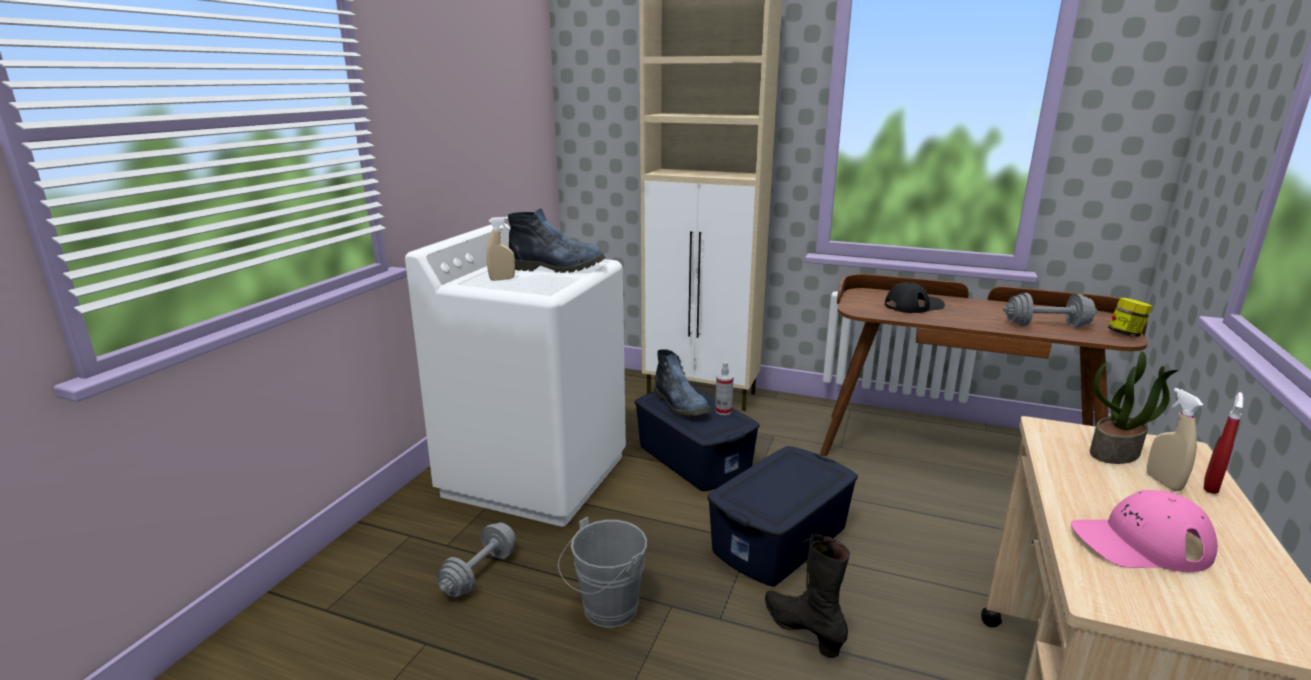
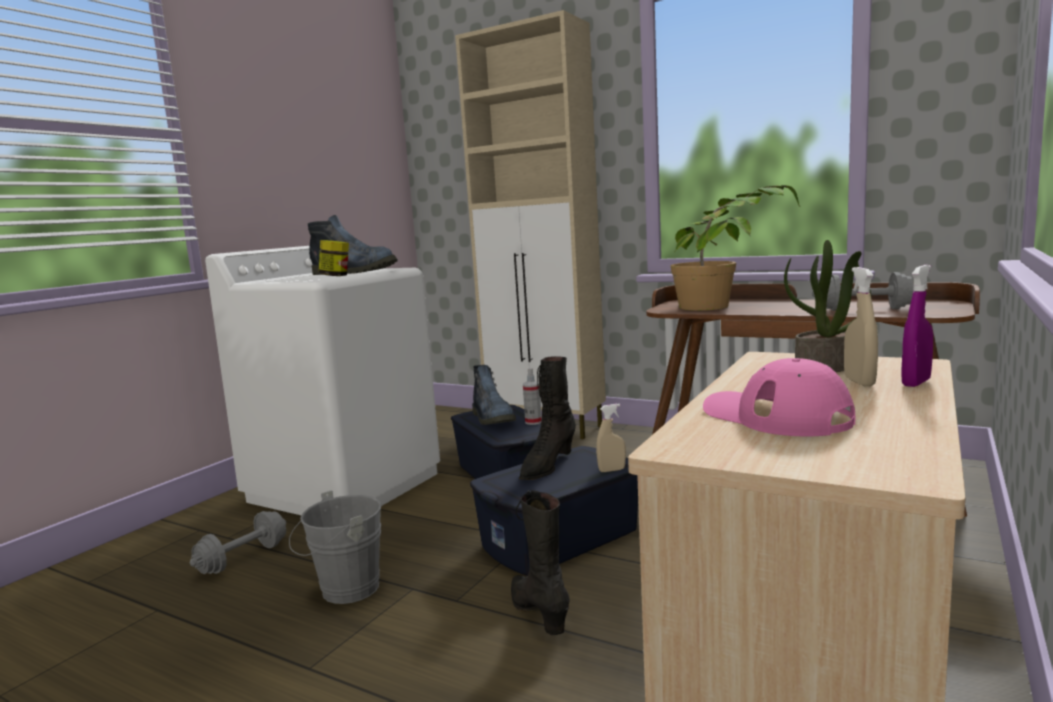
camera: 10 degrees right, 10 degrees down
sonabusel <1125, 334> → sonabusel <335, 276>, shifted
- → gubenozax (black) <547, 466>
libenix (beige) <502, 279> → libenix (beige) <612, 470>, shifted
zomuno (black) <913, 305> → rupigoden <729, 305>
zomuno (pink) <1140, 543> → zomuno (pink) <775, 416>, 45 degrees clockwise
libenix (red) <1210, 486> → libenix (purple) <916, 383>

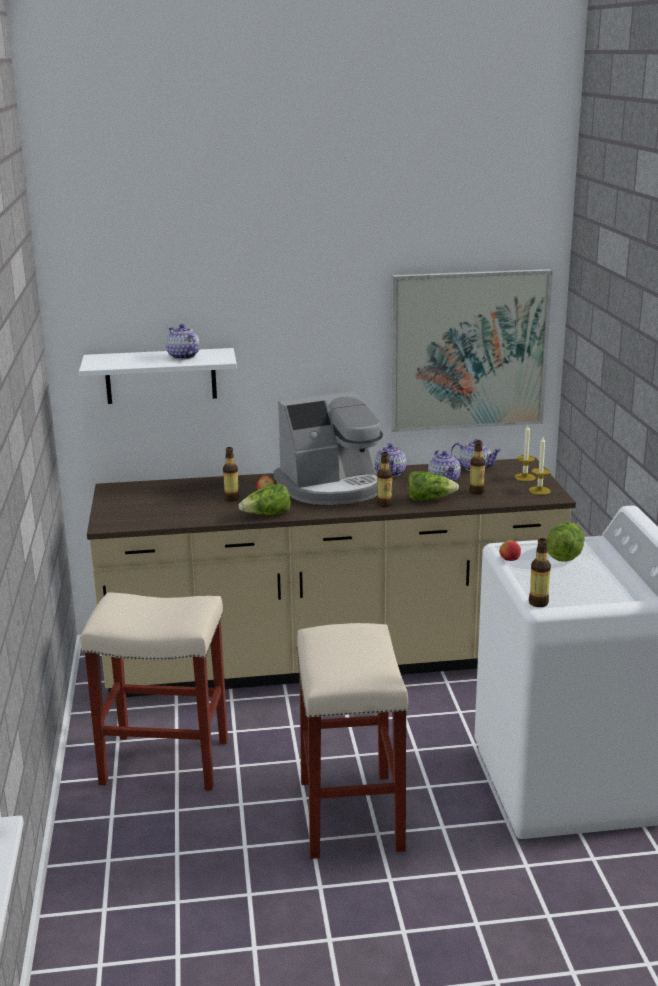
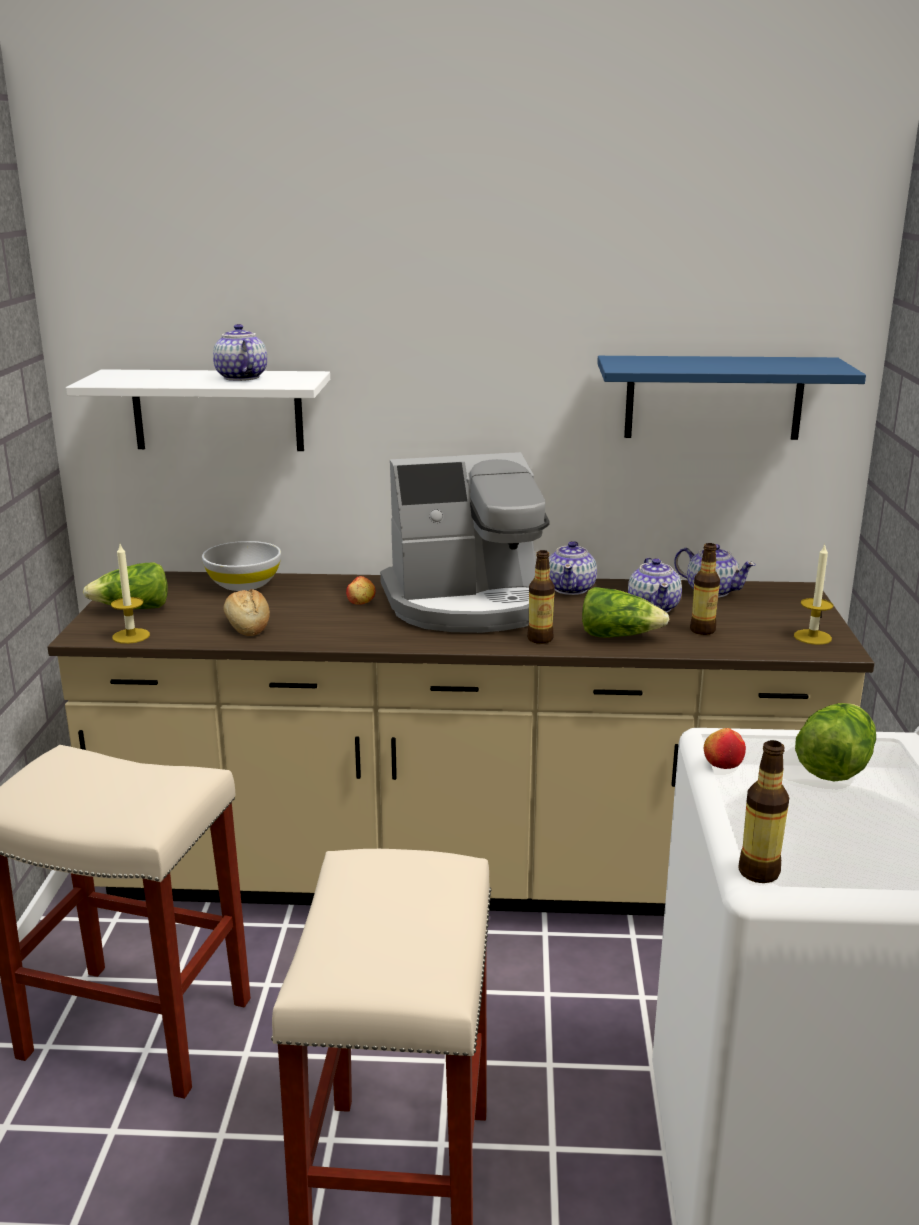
camera: 10 degrees right, 0 degrees up
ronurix <267, 515> → ronurix <133, 609>, shifted
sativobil <524, 477> → sativobil <131, 636>, shifted
- → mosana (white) <244, 584>
- → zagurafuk <247, 626>
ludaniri <468, 350> → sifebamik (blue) <713, 397>
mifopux <231, 499> → -

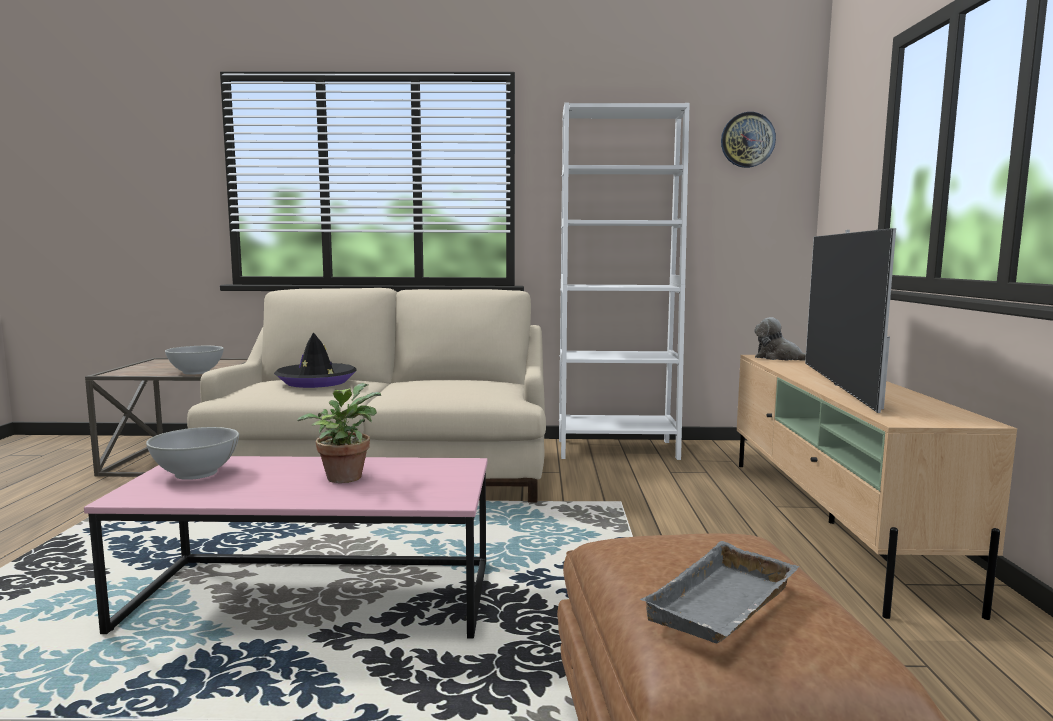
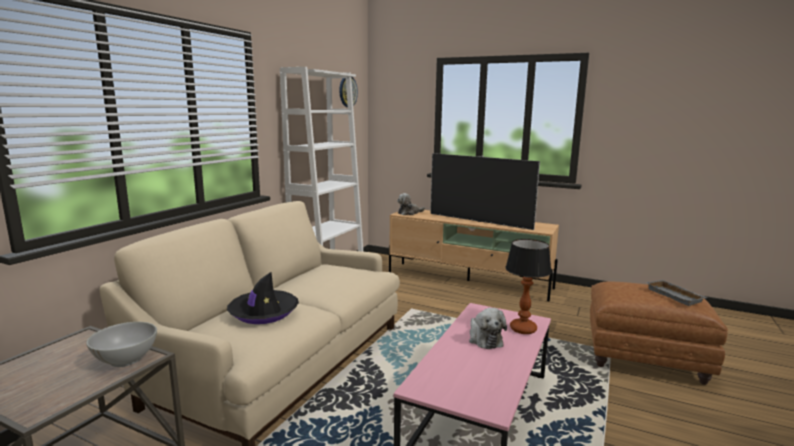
camera: 65 degrees left, 5 degrees up
rupigoden <344, 476> → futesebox <484, 339>
- → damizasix <522, 329>
mosana (white) <195, 473> → -

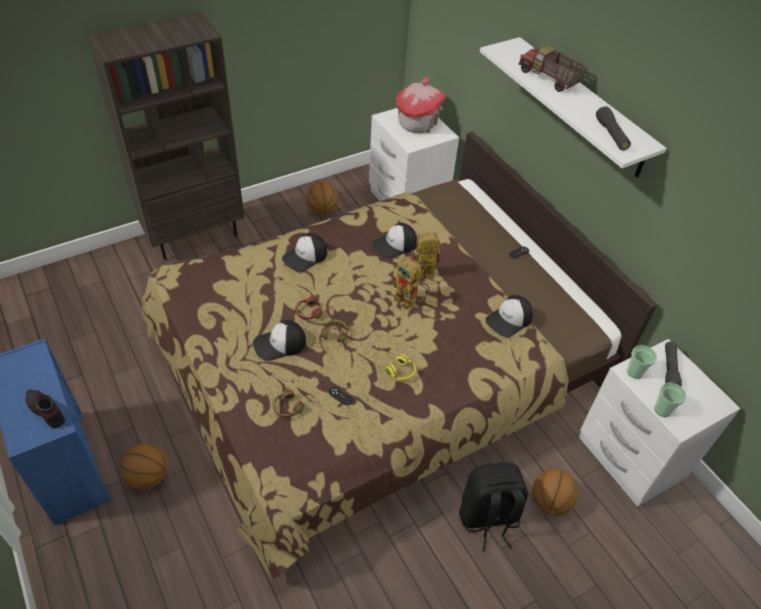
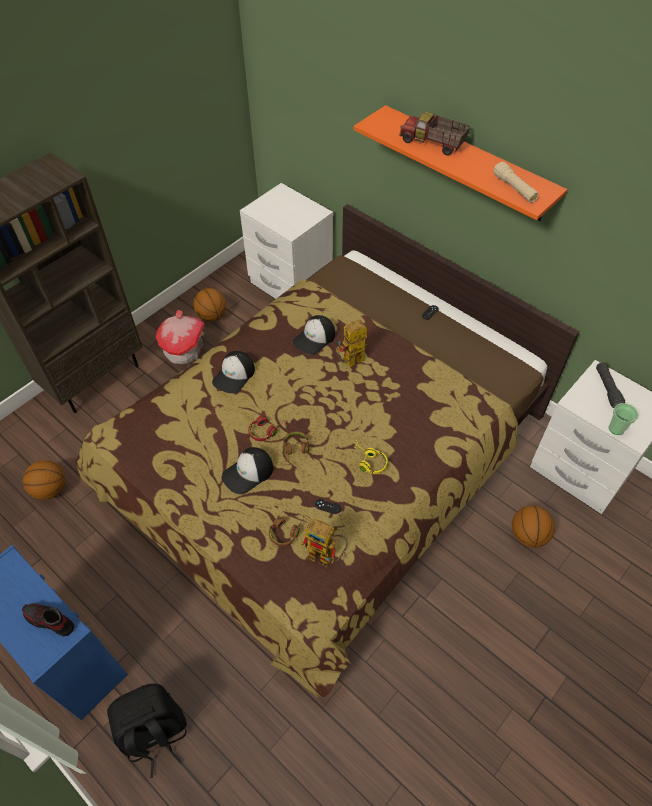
camera: 15 degrees left, 5 degrees up
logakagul <148, 476> → logakagul <50, 489>, shifted
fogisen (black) <488, 518> → fogisen (black) <155, 734>, shifted
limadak <418, 123> → limadak <184, 350>, shifted
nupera <410, 302> → nupera <326, 556>, shifted
sifebamik (white) <581, 107> → sifebamik (orange) <467, 163>
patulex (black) <611, 135> → patulex (beige) <514, 189>
zomuno <509, 320> → -
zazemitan <635, 372> → -

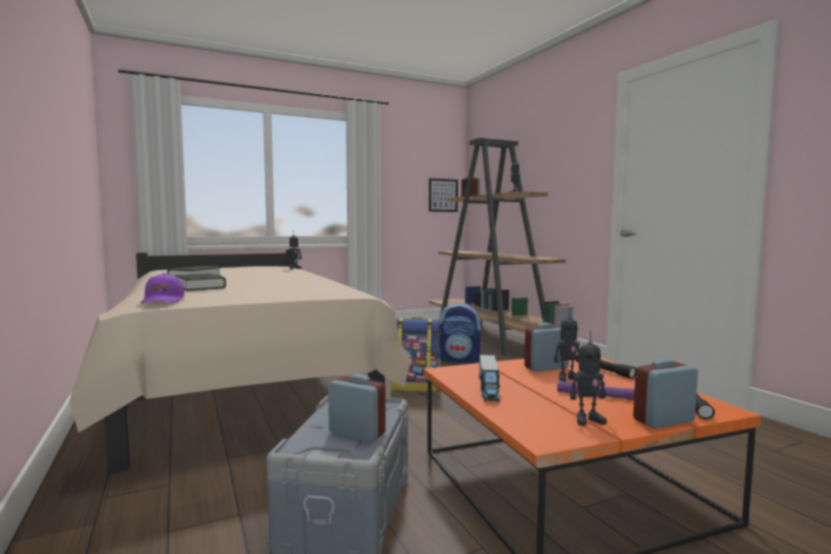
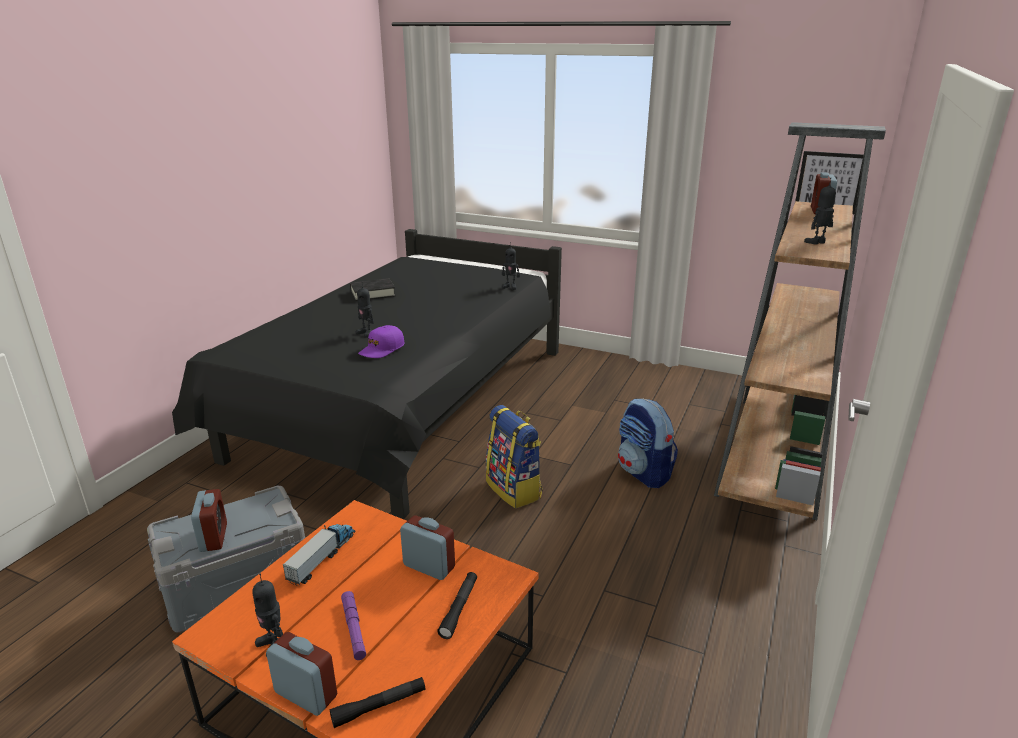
camera: 50 degrees right, 20 degrees up
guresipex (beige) <239, 384> → guresipex (black) <403, 406>
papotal <488, 388> → papotal <322, 558>, 150 degrees clockwise
nupera <567, 379> → nupera <366, 333>, shifted
zomuno (purple) <163, 300> → zomuno (purple) <382, 349>, shifted
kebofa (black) <200, 287> → -

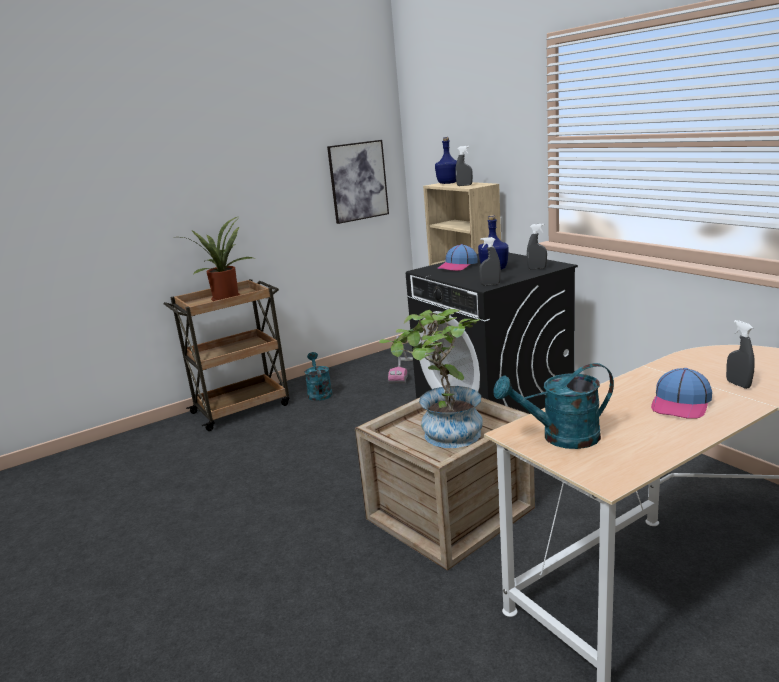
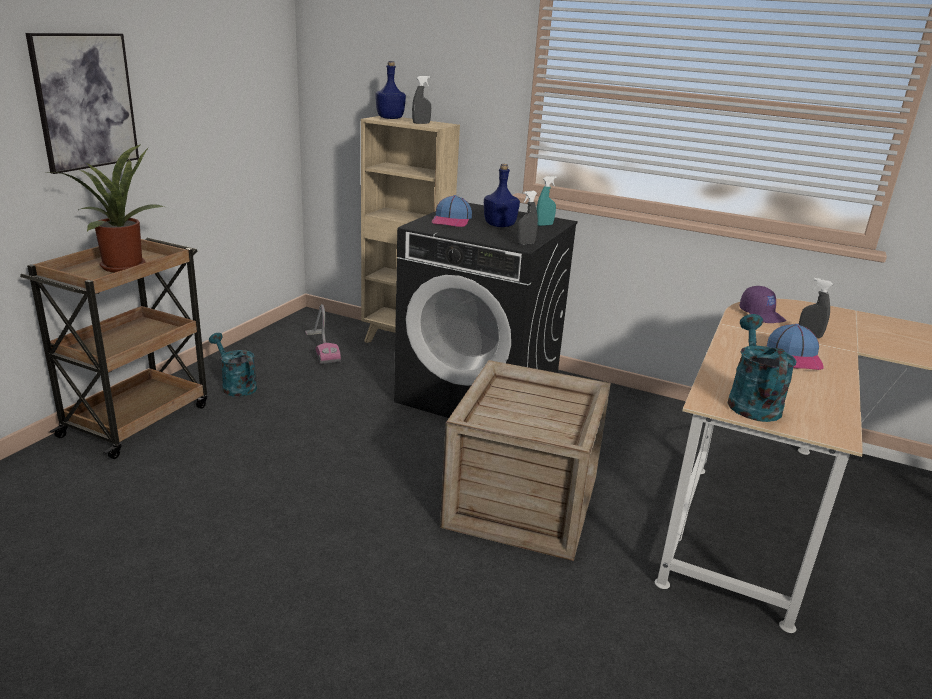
camera: 35 degrees left, 5 degrees up
ludaniri <358, 181> → ludaniri <85, 101>, shifted
libenix (grey) <537, 268> → libenix (turquoise) <544, 225>
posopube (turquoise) <561, 437> → posopube (turquoise) <751, 402>, 135 degrees clockwise
- → zomuno (purple) <762, 315>
rupigoden <443, 435> → -

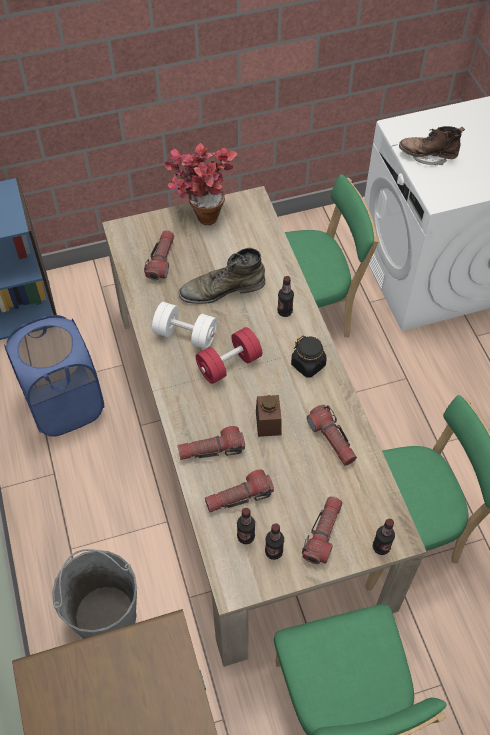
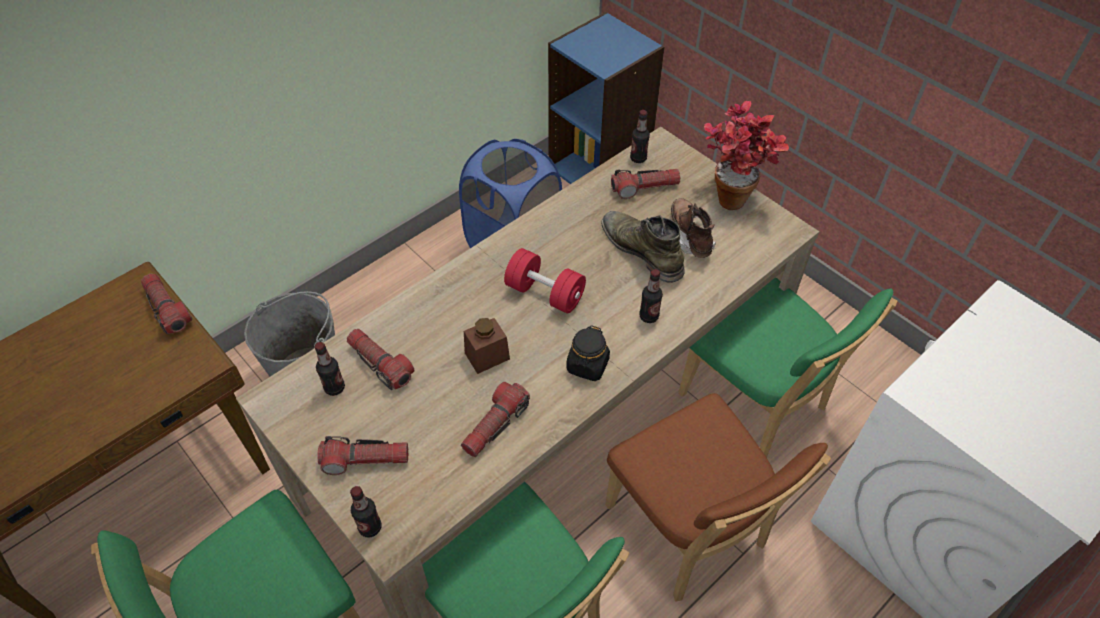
camera: 65 degrees right, 5 degrees down
patulex <211, 450> → patulex <167, 309>, shifted
- → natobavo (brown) <689, 531>
mifopux <273, 552> → mifopux <638, 158>, shifted
gubenozax (brown) <427, 156> → gubenozax (brown) <690, 237>, shifted
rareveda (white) <185, 335> → -

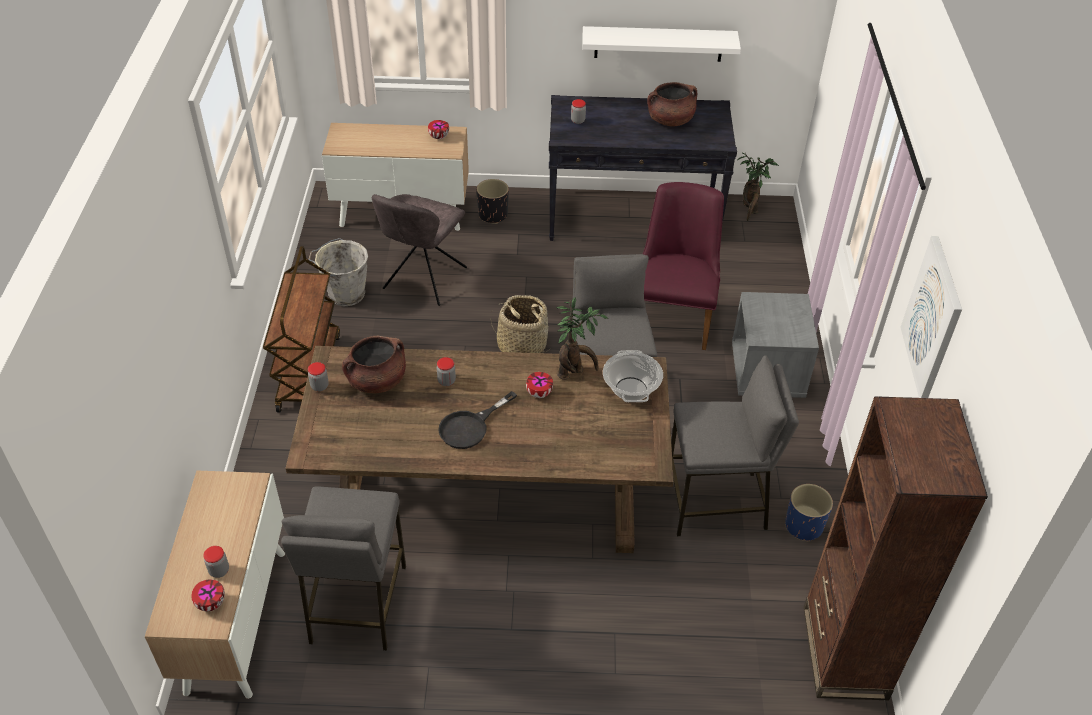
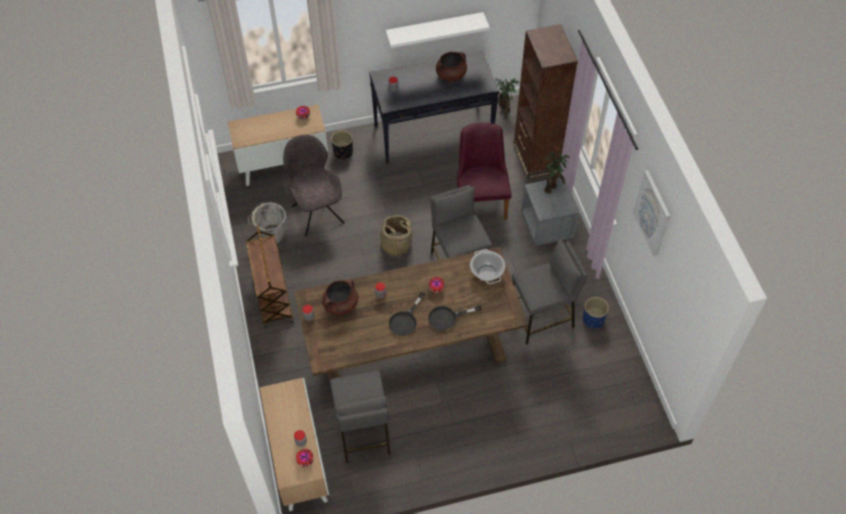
camera: 15 degrees left, 10 degrees up
natobavo (grey) <423, 280> → natobavo (grey) <317, 213>, 150 degrees clockwise
- → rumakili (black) <447, 318>
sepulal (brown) <844, 652> → sepulal (brown) <536, 158>, shifted
rupigoden <574, 372> → rupigoden <552, 187>, shifted

